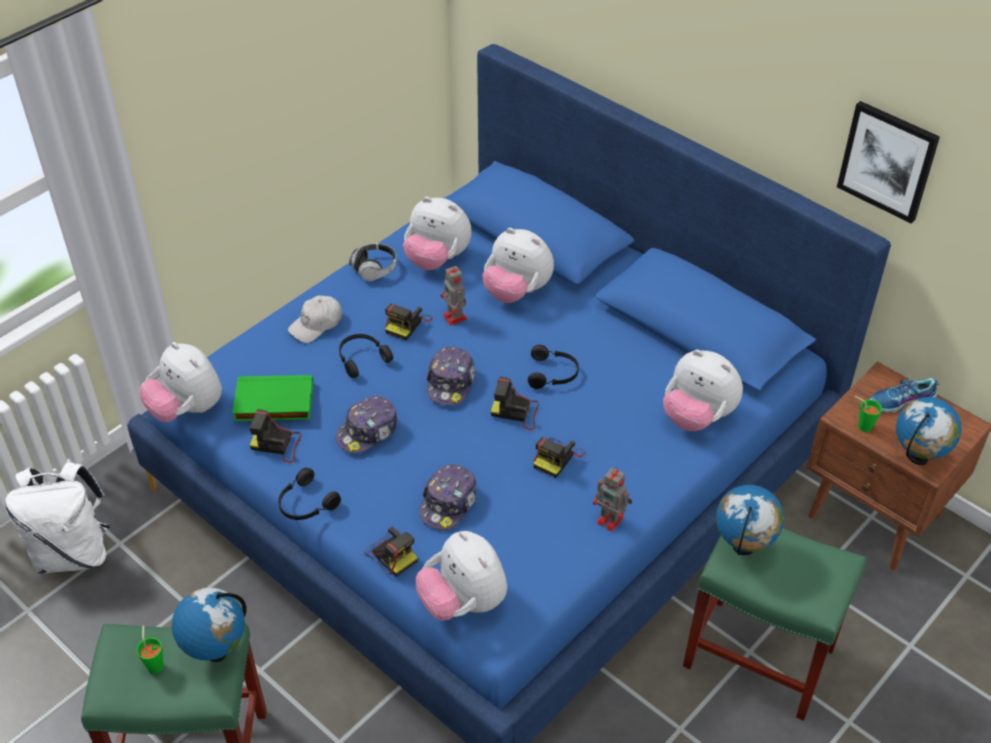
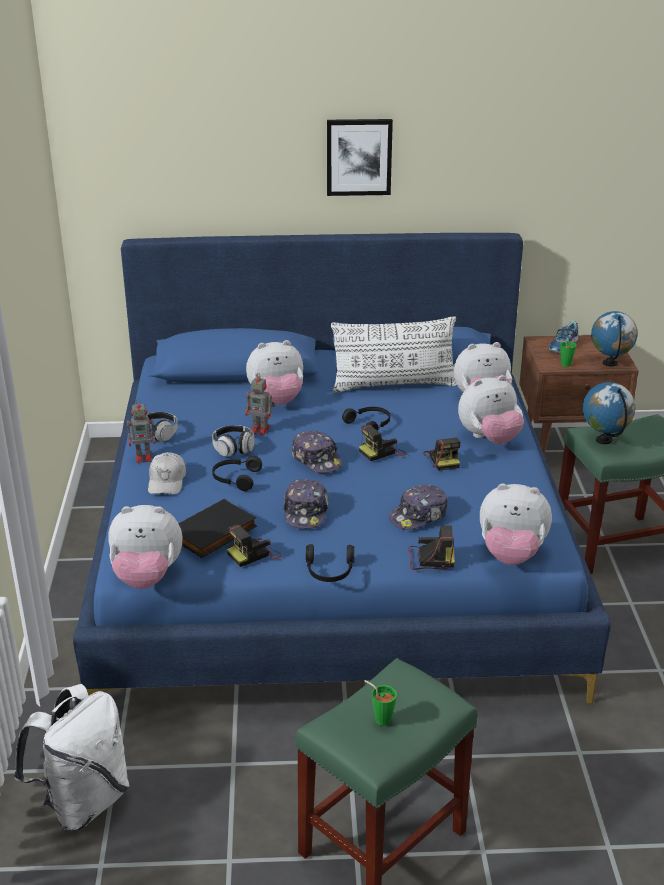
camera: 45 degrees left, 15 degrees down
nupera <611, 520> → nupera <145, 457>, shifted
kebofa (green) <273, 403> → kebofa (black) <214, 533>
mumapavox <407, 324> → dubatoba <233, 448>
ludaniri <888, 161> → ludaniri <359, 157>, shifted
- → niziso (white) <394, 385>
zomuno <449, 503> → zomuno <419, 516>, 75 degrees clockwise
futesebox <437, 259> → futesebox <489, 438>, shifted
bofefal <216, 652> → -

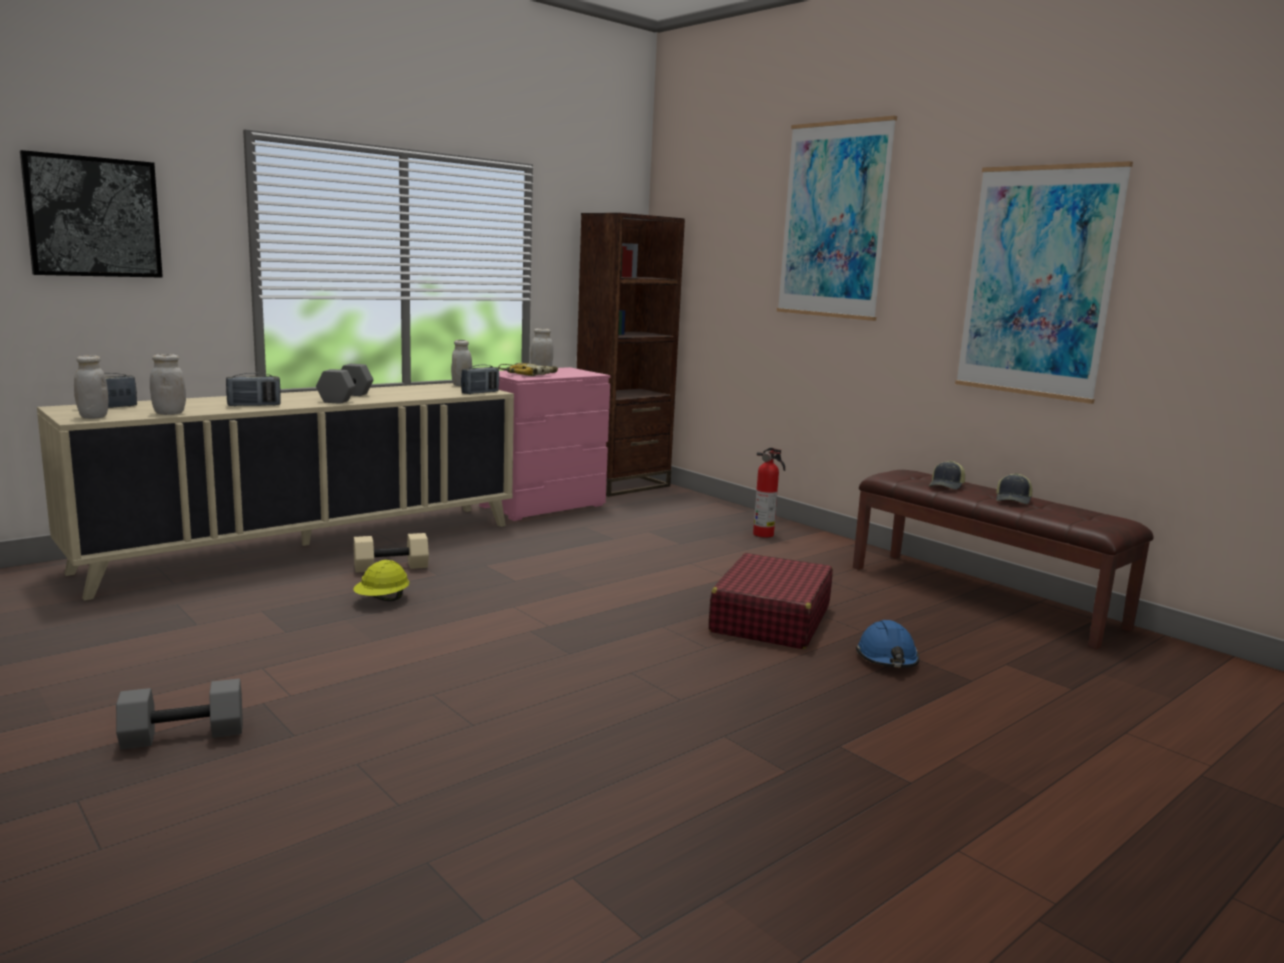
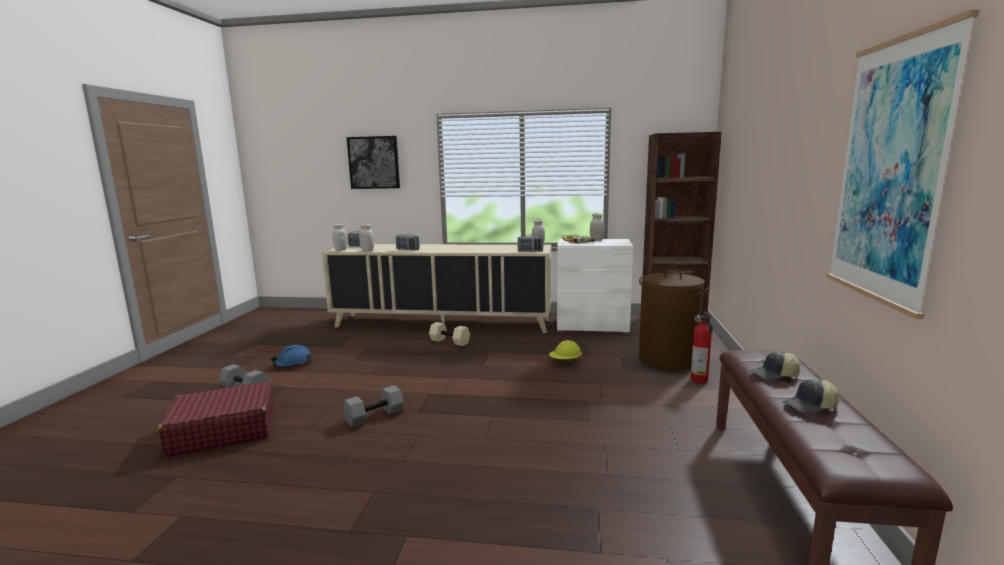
camera: 50 degrees right, 0 degrees up
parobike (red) <770, 619> → parobike (red) <223, 431>, shifted
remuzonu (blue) <887, 659> → remuzonu (blue) <293, 363>, shifted
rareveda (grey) <345, 398> → rareveda (grey) <375, 416>, shifted
remuzonu (yellow) <382, 600> → remuzonu (yellow) <565, 362>, shifted
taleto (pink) <543, 506> → taleto (white) <592, 326>
- → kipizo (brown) <668, 359>
ludaniri <834, 220> → -

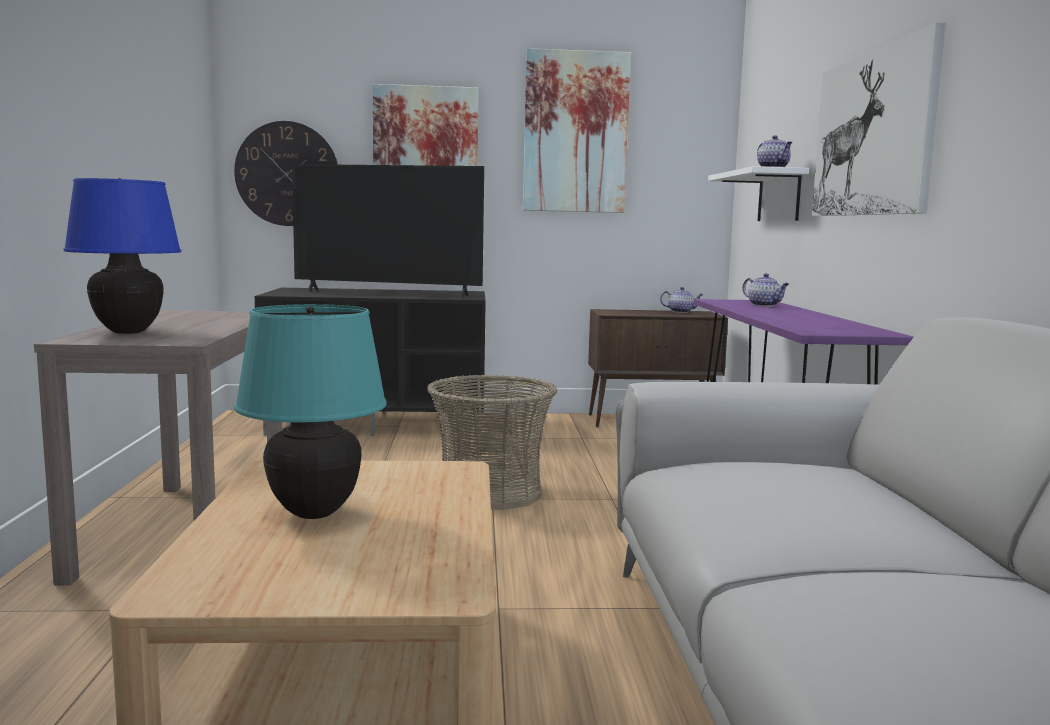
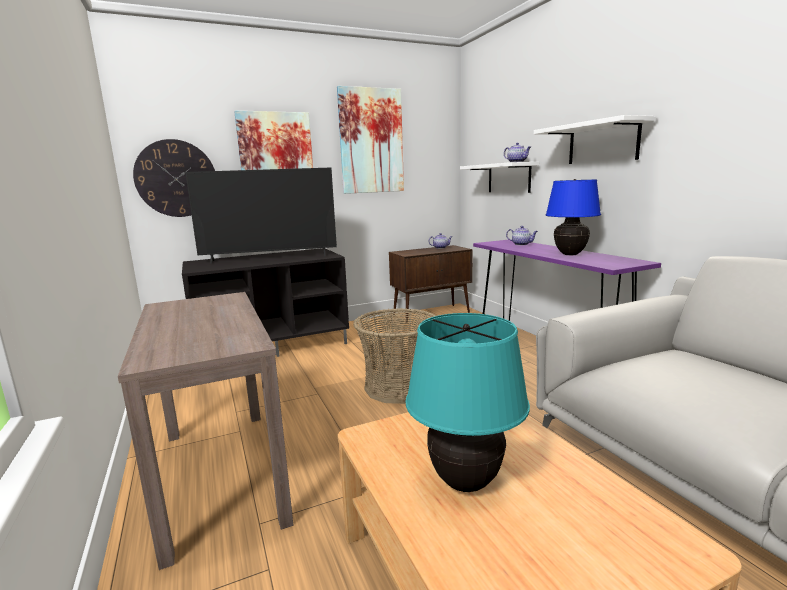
camera: 20 degrees left, 5 degrees up
ludaniri <872, 134> → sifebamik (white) <602, 143>
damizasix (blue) <127, 332> → damizasix (blue) <570, 254>, shifted

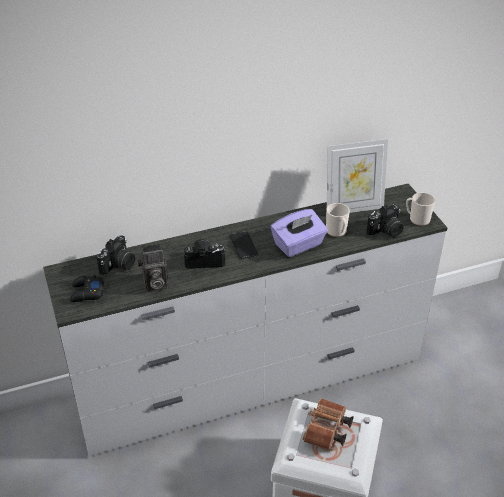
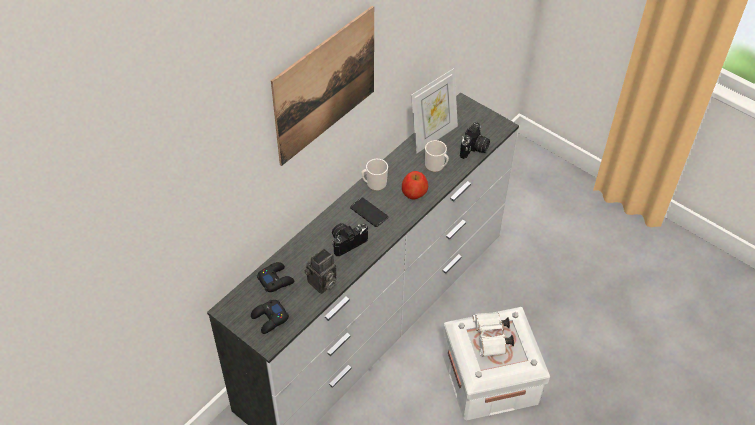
camera: 30 degrees left, 10 degrees up
mumapavox <118, 265> → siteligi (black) <276, 279>
- → ludaniri <325, 85>
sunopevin <417, 219> → sunopevin <374, 184>, shifted
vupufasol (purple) <298, 245> → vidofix <414, 192>
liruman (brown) <326, 432> → liruman (white) <491, 339>

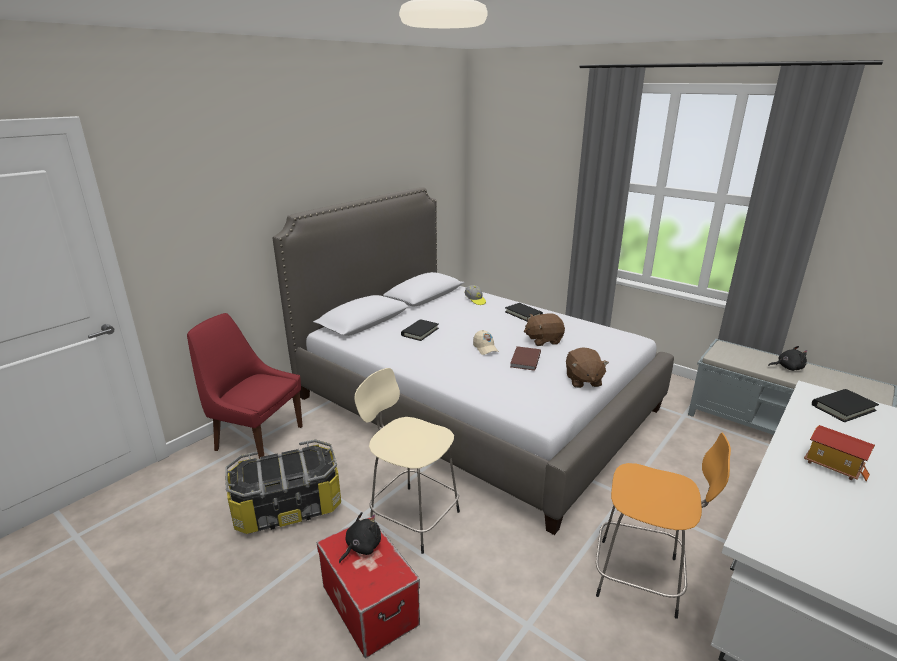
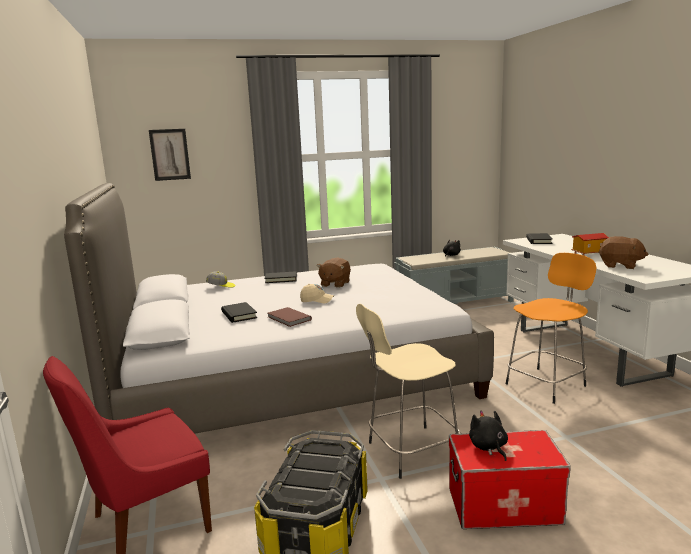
camera: 55 degrees left, 10 degrees down
- → ludaniri <170, 154>
kebofa (brown) <524, 360> → kebofa (brown) <288, 319>, shifted
futesebox (brown) <583, 380> → futesebox (brown) <620, 265>, shifted

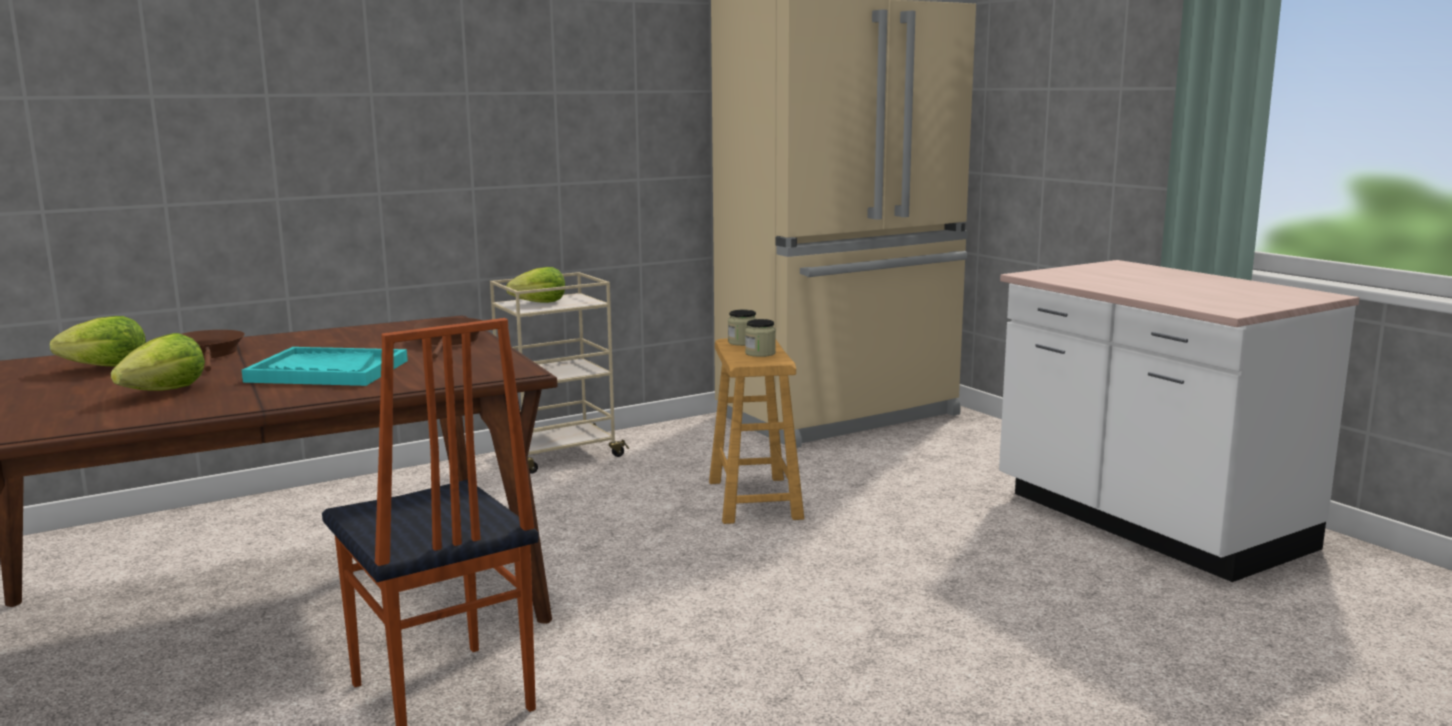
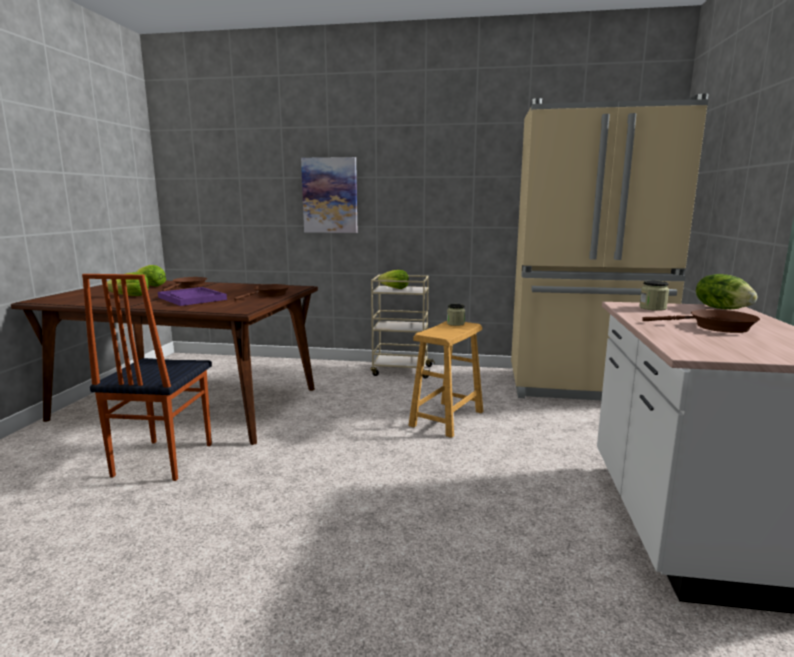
camera: 40 degrees right, 0 degrees up
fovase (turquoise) <327, 371> → fovase (purple) <192, 298>
- → ludaniri <330, 195>
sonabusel <760, 353> → sonabusel <652, 308>, shifted
- → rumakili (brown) <715, 327>
- → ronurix <722, 309>

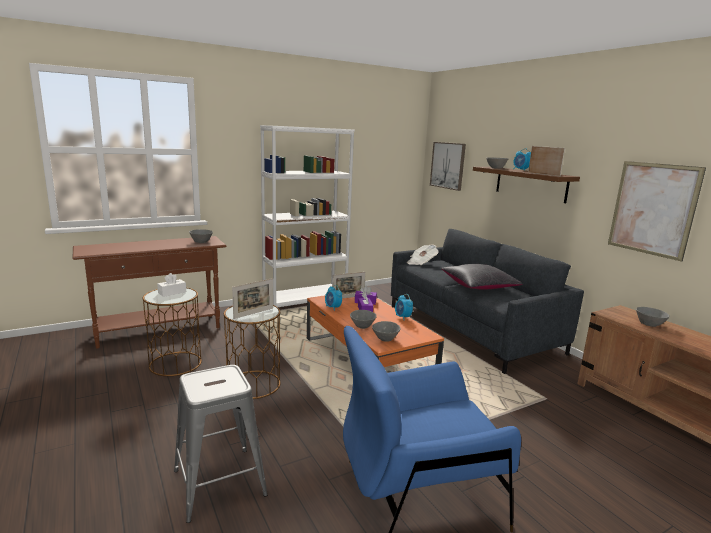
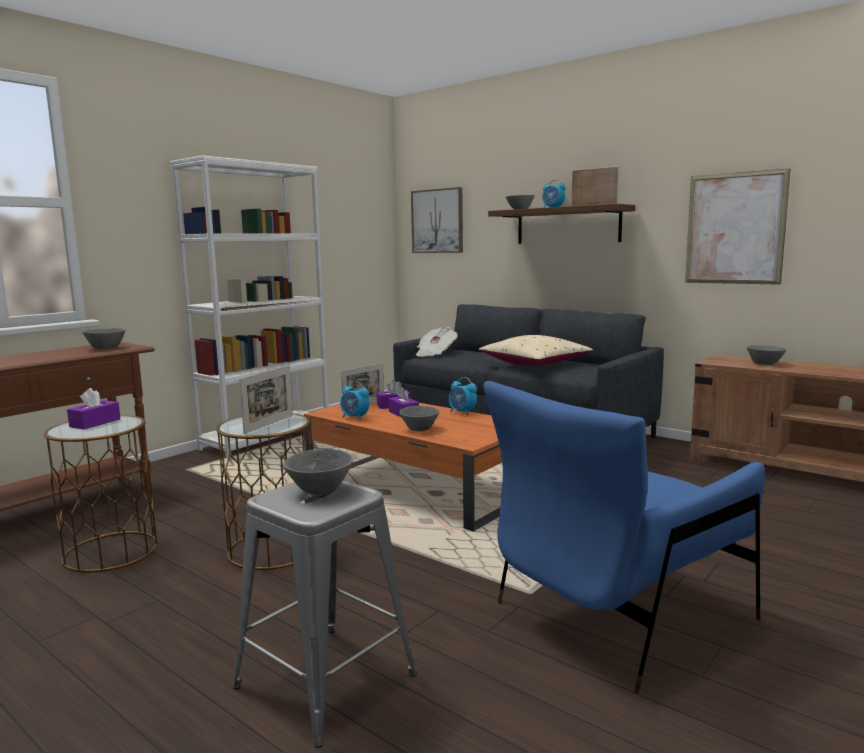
camera: 20 degrees left, 5 degrees down
vupufasol (white) <172, 292> → vupufasol (purple) <95, 423>
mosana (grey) <384, 339> → mosana (grey) <318, 490>, shifted
niziso (black) <478, 286> → niziso (beige) <534, 364>

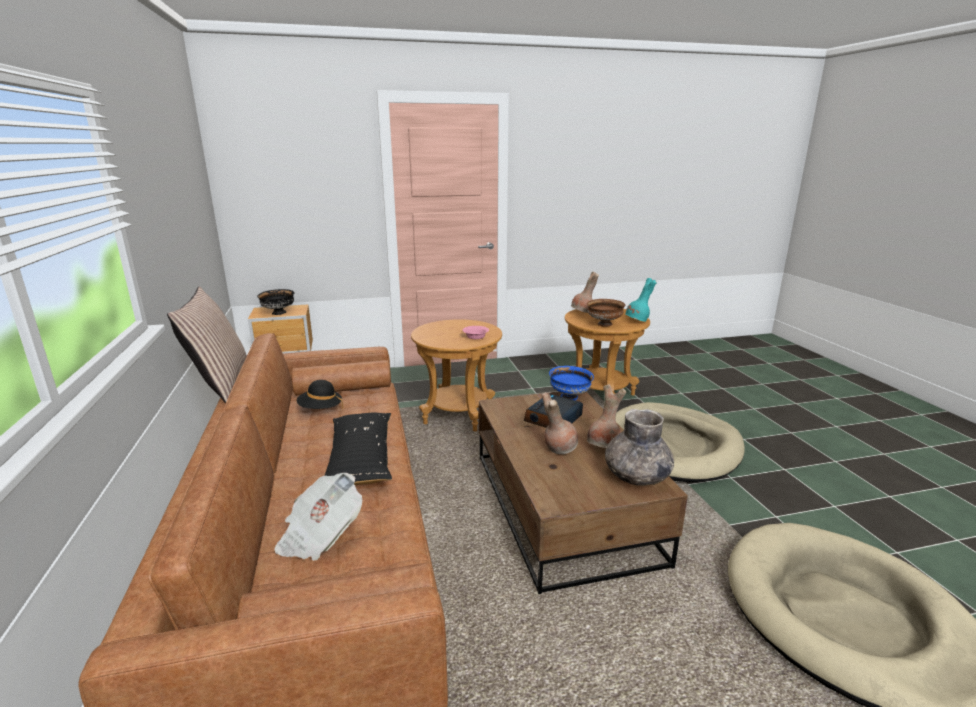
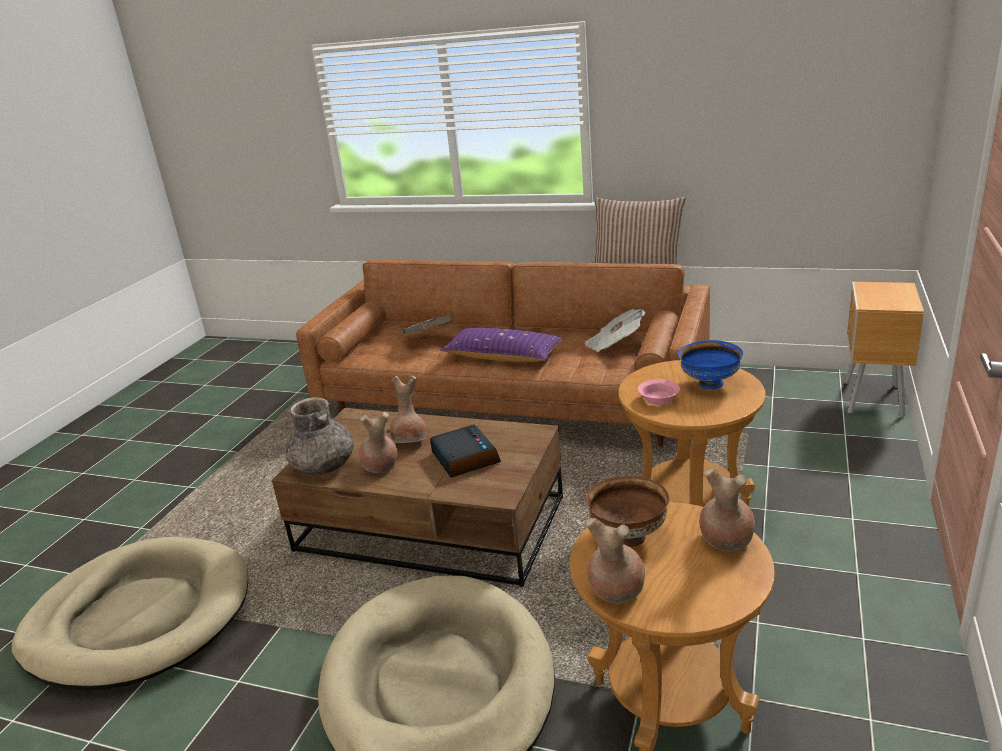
camera: 125 degrees right, 5 degrees up
niziso (black) <360, 459> → niziso (purple) <503, 356>
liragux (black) <320, 409> → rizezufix <614, 345>
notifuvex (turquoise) <637, 321> → notifuvex (brown) <615, 591>
mosana (blue) <570, 397> → mosana (blue) <709, 384>, shifted
mosana (black) <279, 313> → -

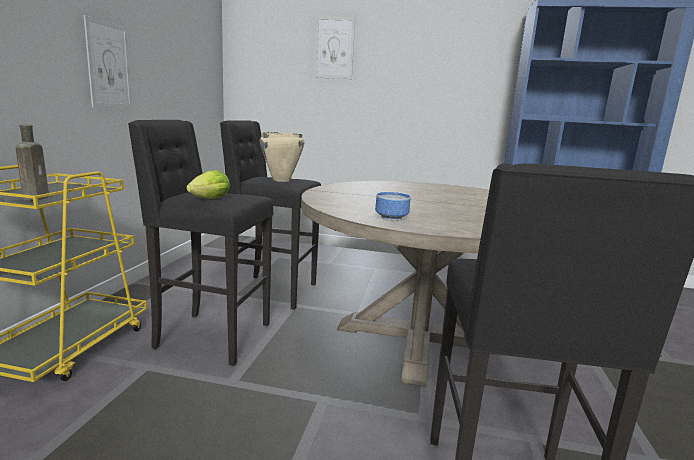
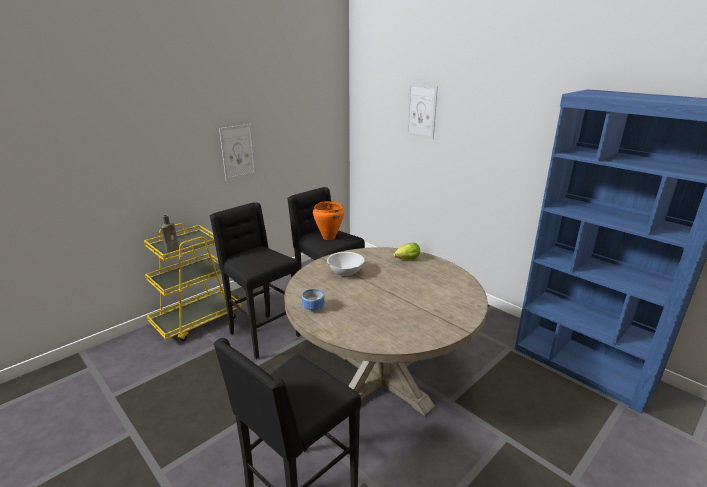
camera: 35 degrees right, 10 degrees up
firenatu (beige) <281, 180> → firenatu (orange) <328, 237>
- → mosana (white) <345, 272>
ronurix <208, 199> → ronurix <406, 260>, shifted

